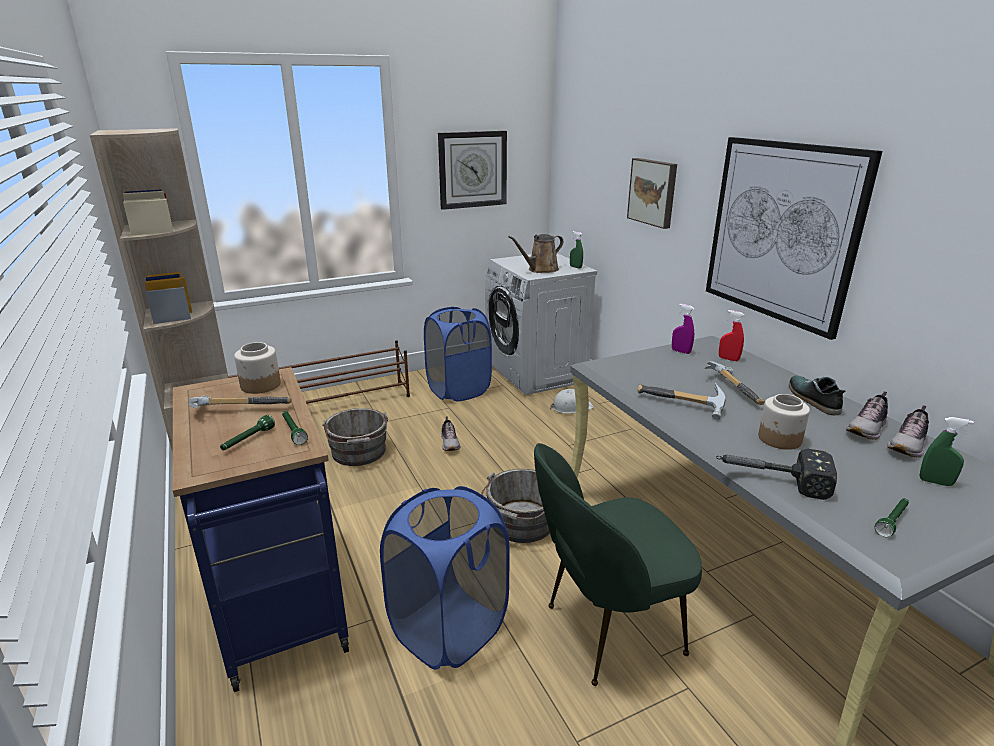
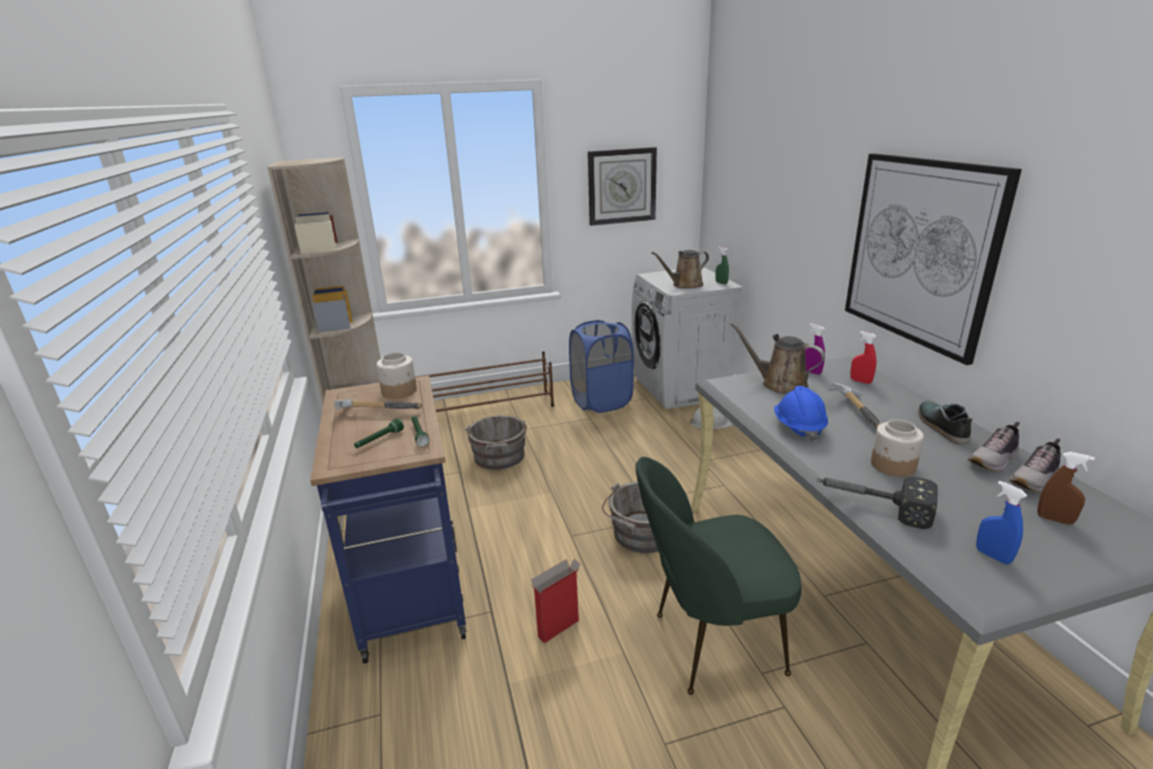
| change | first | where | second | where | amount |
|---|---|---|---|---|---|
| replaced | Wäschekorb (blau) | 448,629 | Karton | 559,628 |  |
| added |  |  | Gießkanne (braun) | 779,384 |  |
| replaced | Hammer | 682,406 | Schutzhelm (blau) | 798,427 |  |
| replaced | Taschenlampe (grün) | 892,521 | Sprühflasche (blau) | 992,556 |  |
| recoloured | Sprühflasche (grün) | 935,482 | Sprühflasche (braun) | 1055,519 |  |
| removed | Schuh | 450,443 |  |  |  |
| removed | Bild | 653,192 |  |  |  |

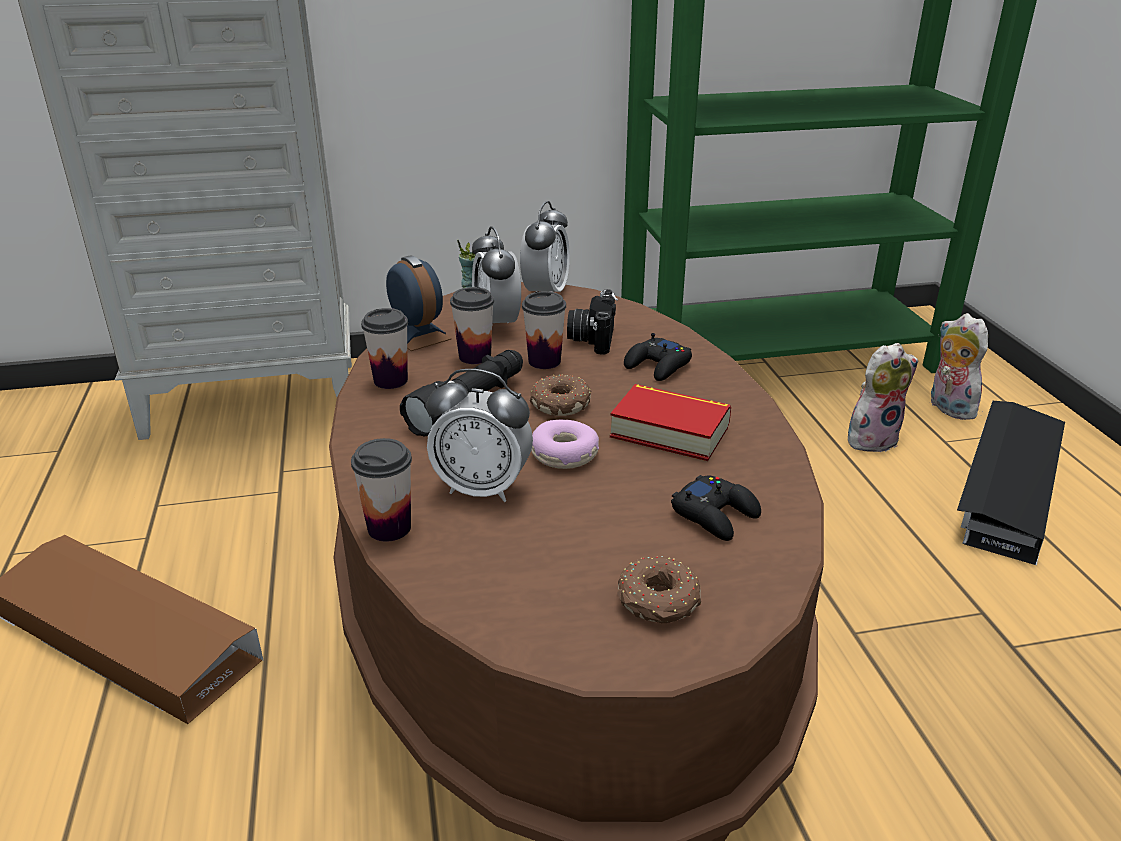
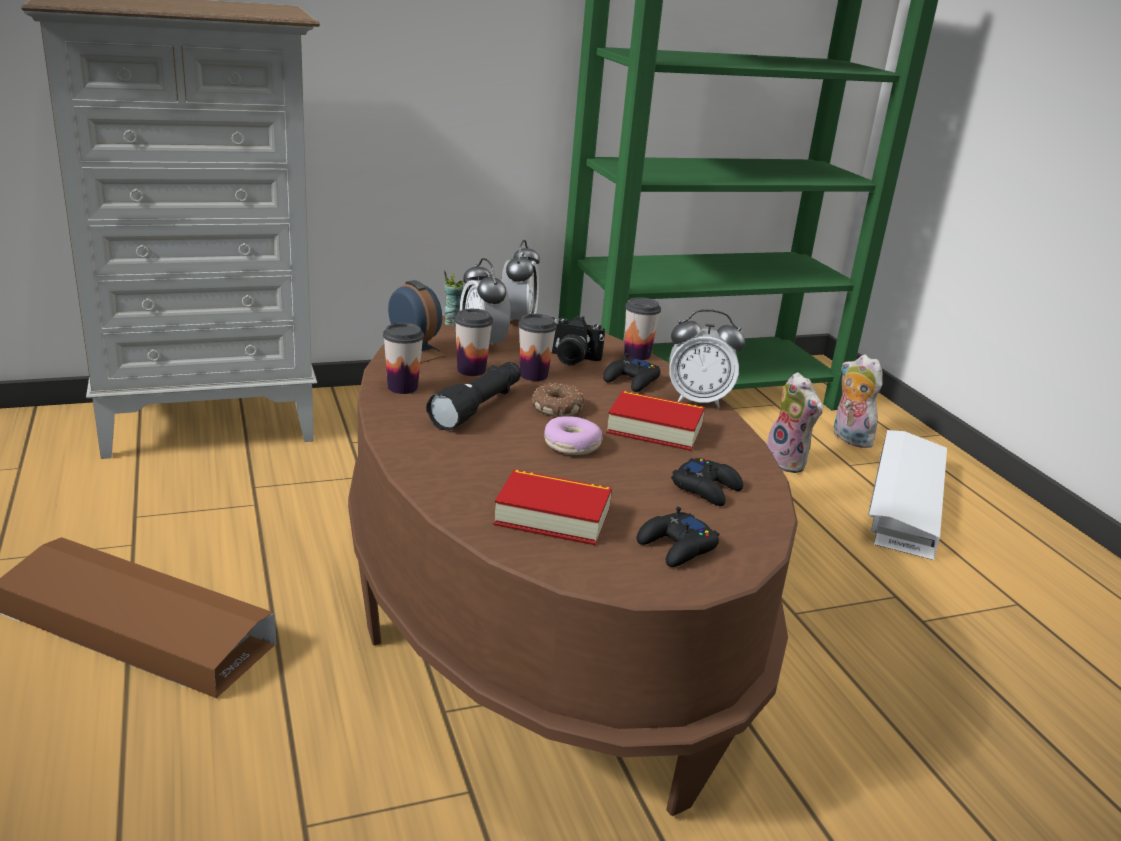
| change | first | where | second | where | amount |
|---|---|---|---|---|---|
| added |  |  | Buch | 552,517 |  |
| turned | Kamera | 592,338 |  | 569,358 | 75 degrees counterclockwise |
| moved | Tasse | 389,528 |  | 637,355 |  |
| replaced | Donut | 658,601 | Gamepad (schwarz) | 677,547 |  |
| moved | Wecker | 482,488 |  | 698,400 |  |
| turned | Plüschtier | 872,439 |  | 788,462 | 90 degrees clockwise |
| recoloured | Aufbewahrungsbox (schwarz) | 1006,489 | Aufbewahrungsbox (weiß) | 903,502 |  |

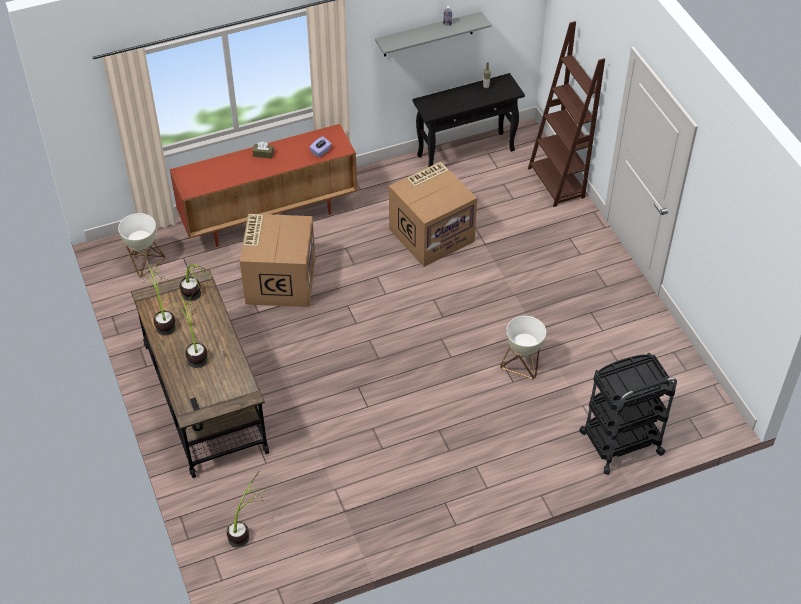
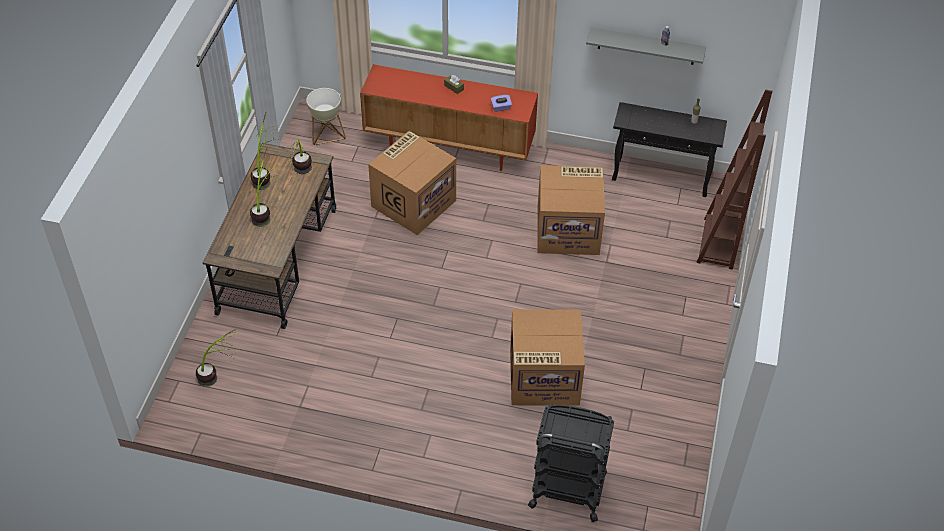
| change | first | where | second | where | amount |
|---|---|---|---|---|---|
| replaced | Pflanzkübel | 521,366 | Karton | 543,378 |  |

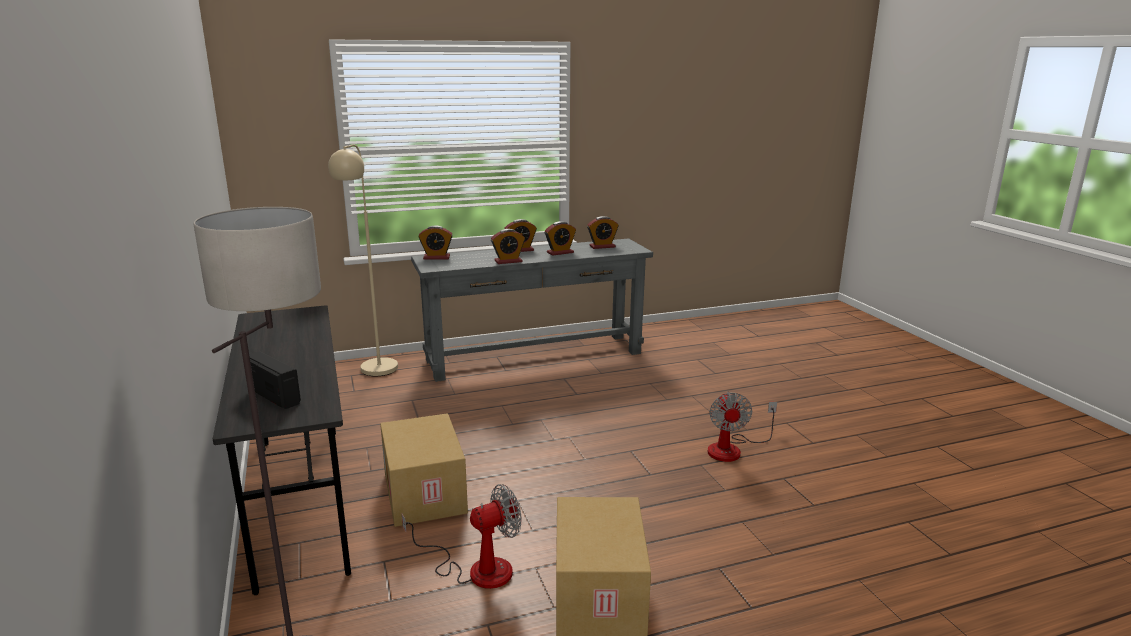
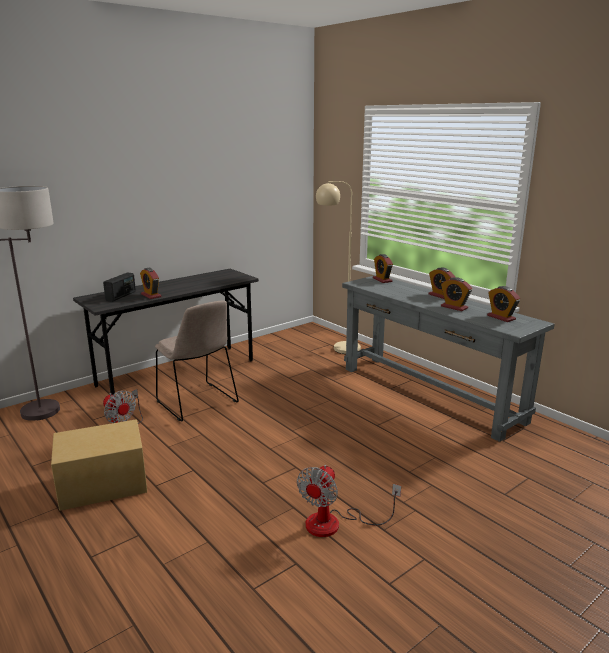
| change | first | where | second | where | amount |
|---|---|---|---|---|---|
| moved | Wecker | 508,261 |  | 151,295 |  |
| replaced | Karton | 426,493 | Stuhl (beige) | 198,403 |  |
| turned | Ventilator | 732,449 |  | 335,523 | 45 degrees counterclockwise |

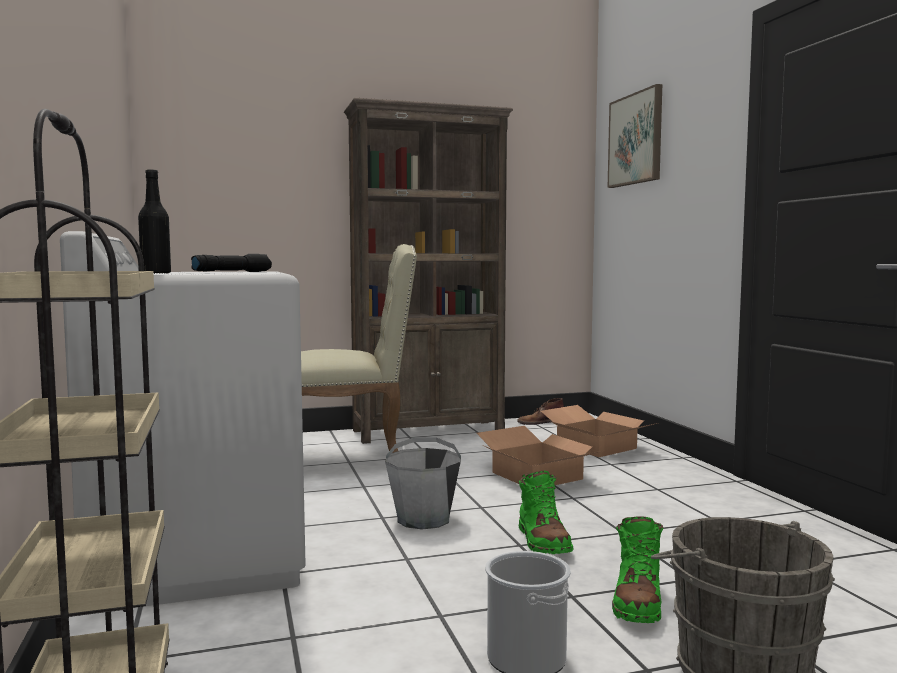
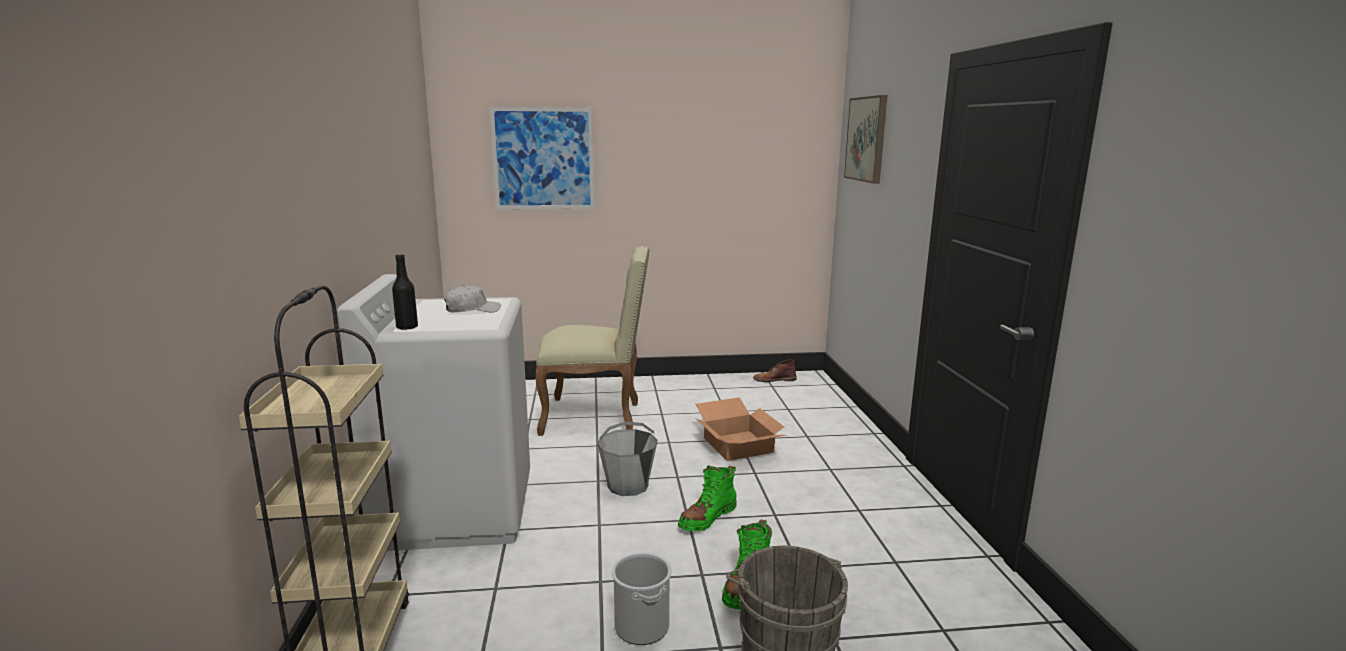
| change | first | where | second | where | amount |
|---|---|---|---|---|---|
| replaced | Taschenlampe (schwarz) | 232,272 | Kappe (weiß) | 472,310 |  |
| added |  |  | Bild | 543,159 |  |
| turned | Stiefel (grün) | 543,541 |  | 707,518 | 45 degrees clockwise |
| removed | Bücherregal (braun) | 429,431 |  |  |  |
| removed | Karton | 595,446 |  |  |  |

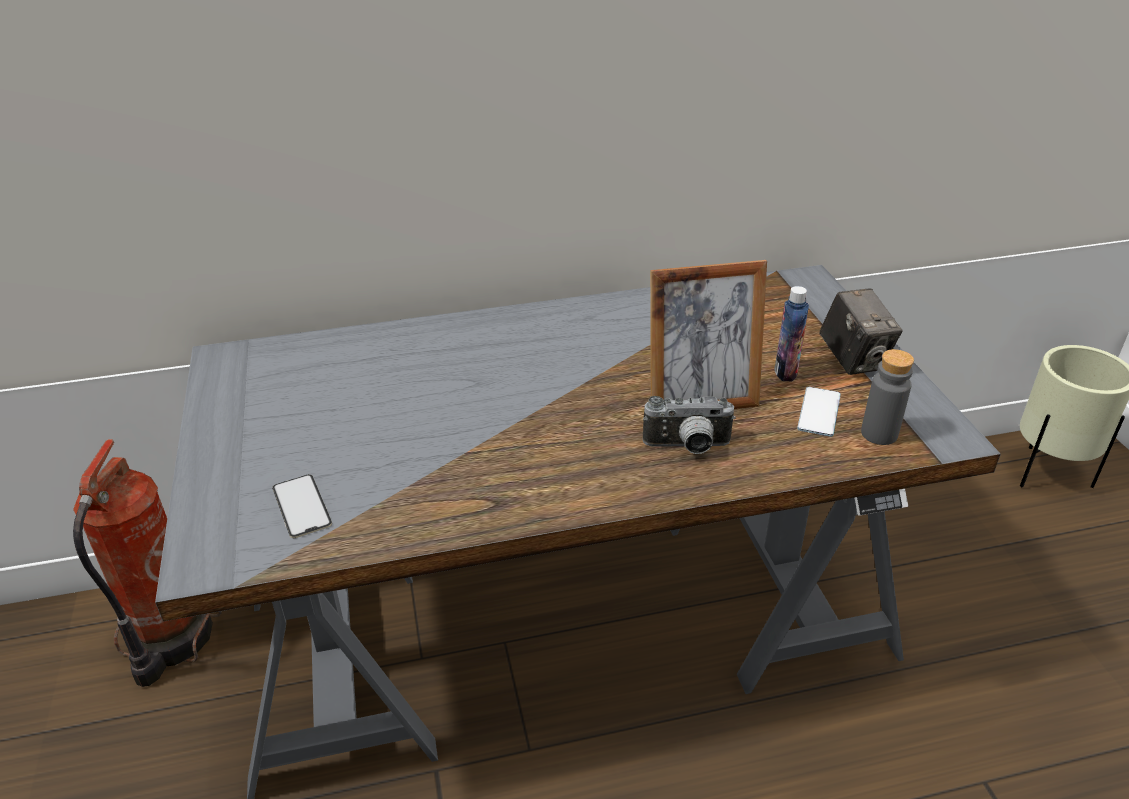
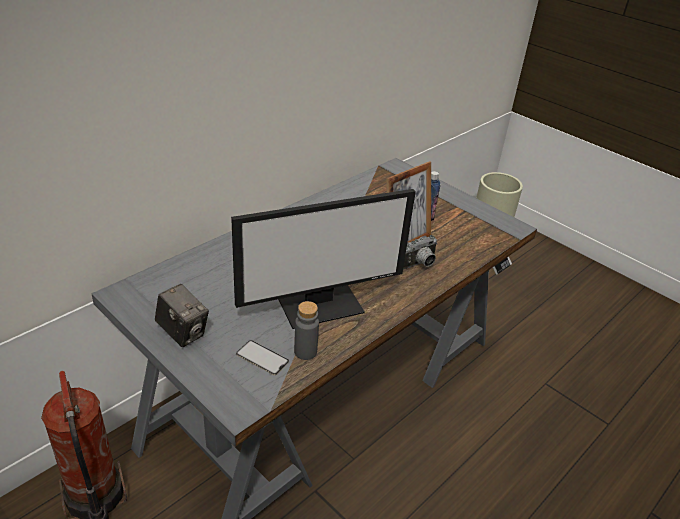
| change | first | where | second | where | amount |
|---|---|---|---|---|---|
| moved | Kamera | 853,360 |  | 183,332 |  |
| added |  |  | Monitor | 321,304 |  |
| moved | Flasche (grau) | 879,434 |  | 305,351 |  |
| removed | Handy | 819,412 |  |  |  |

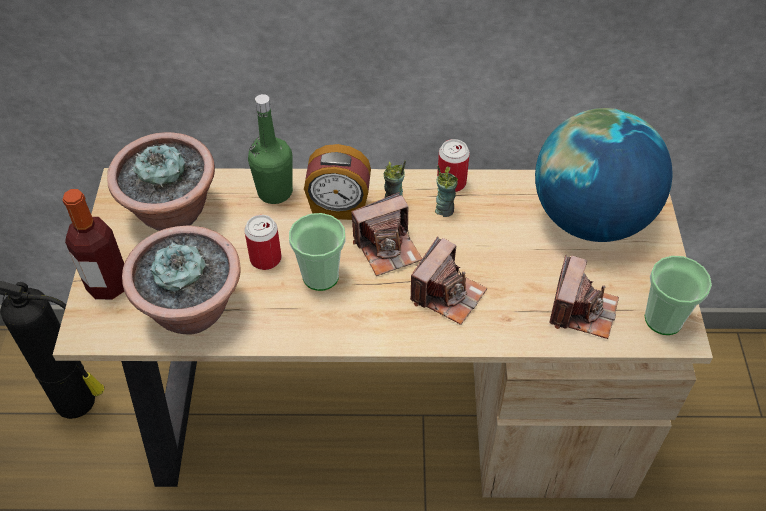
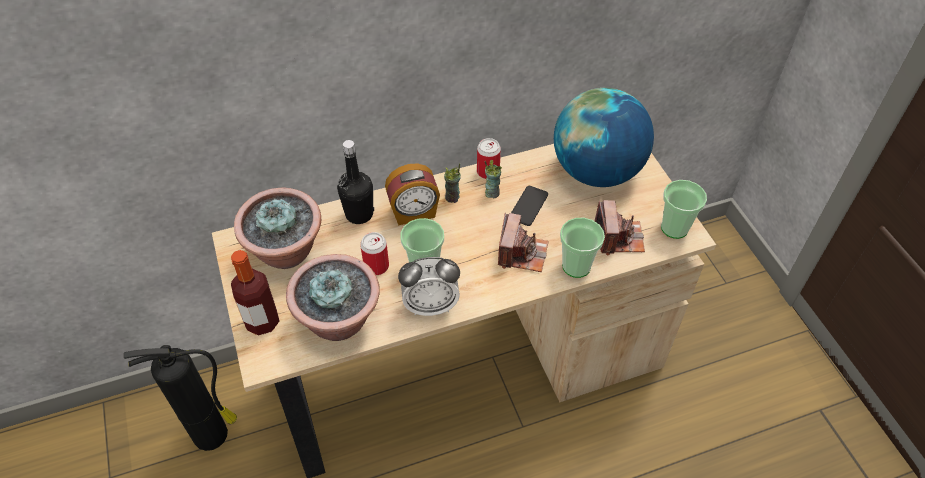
| change | first | where | second | where | amount |
|---|---|---|---|---|---|
| recoloured | Flasche (grün) | 275,192 | Flasche (schwarz) | 359,214 |  |
| added |  |  | Wecker | 430,305 |  |
| added |  |  | Handy | 528,206 |  |
| added |  |  | Tasse | 576,266 |  |
| removed | Kamera | 387,248 |  |  |  |

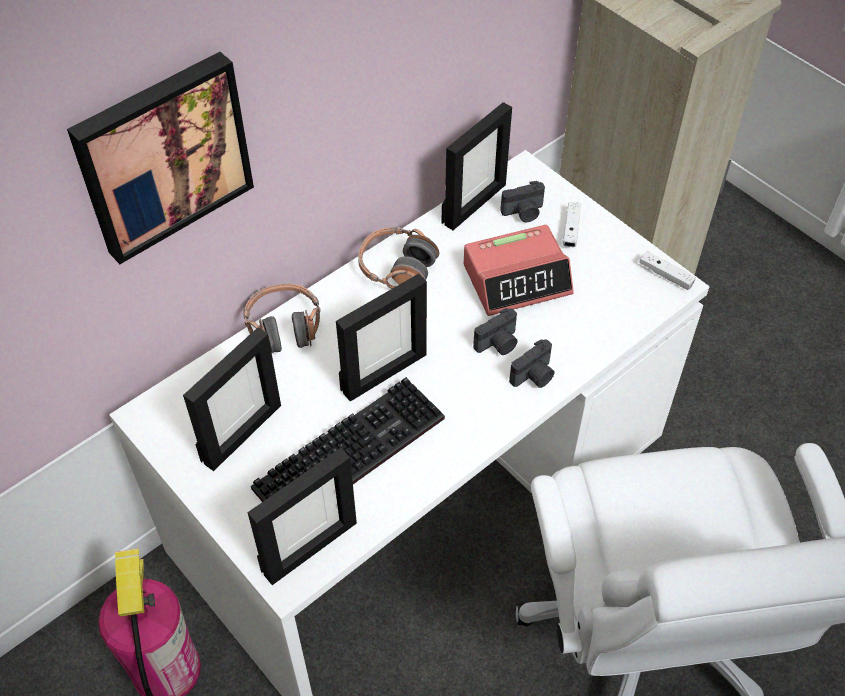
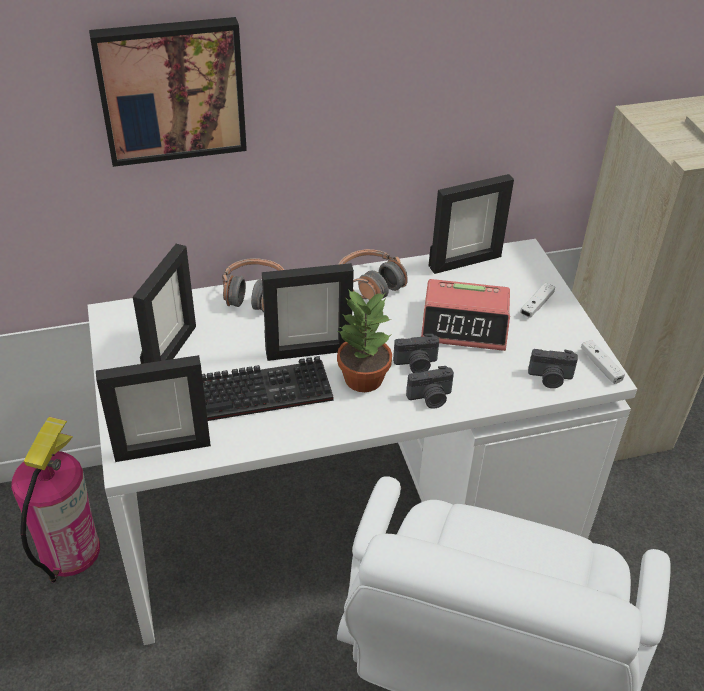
| change | first | where | second | where | amount |
|---|---|---|---|---|---|
| turned | Bilderrahmen | 241,433 |  | 170,351 | 45 degrees counterclockwise |
| added |  |  | Topfpflanze | 362,378 |  |
| moved | Kamera | 523,213 |  | 550,378 |  |

